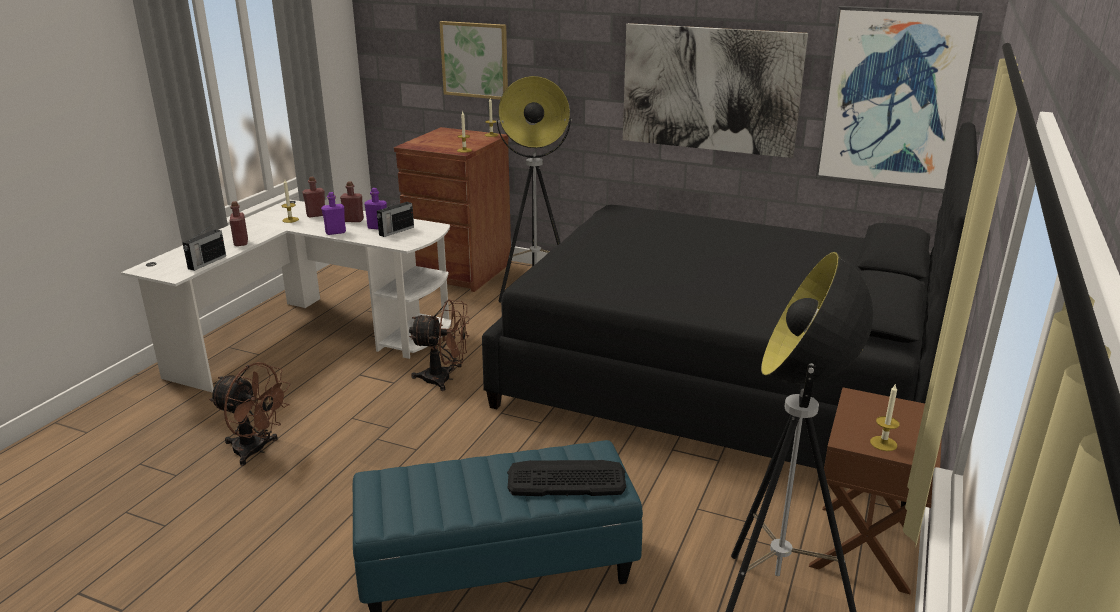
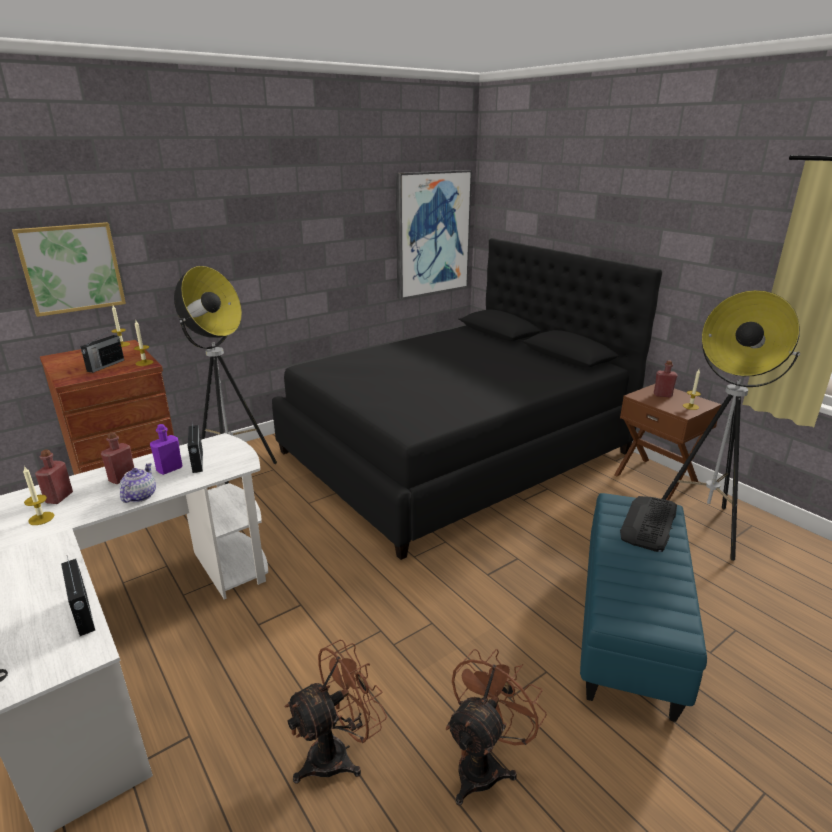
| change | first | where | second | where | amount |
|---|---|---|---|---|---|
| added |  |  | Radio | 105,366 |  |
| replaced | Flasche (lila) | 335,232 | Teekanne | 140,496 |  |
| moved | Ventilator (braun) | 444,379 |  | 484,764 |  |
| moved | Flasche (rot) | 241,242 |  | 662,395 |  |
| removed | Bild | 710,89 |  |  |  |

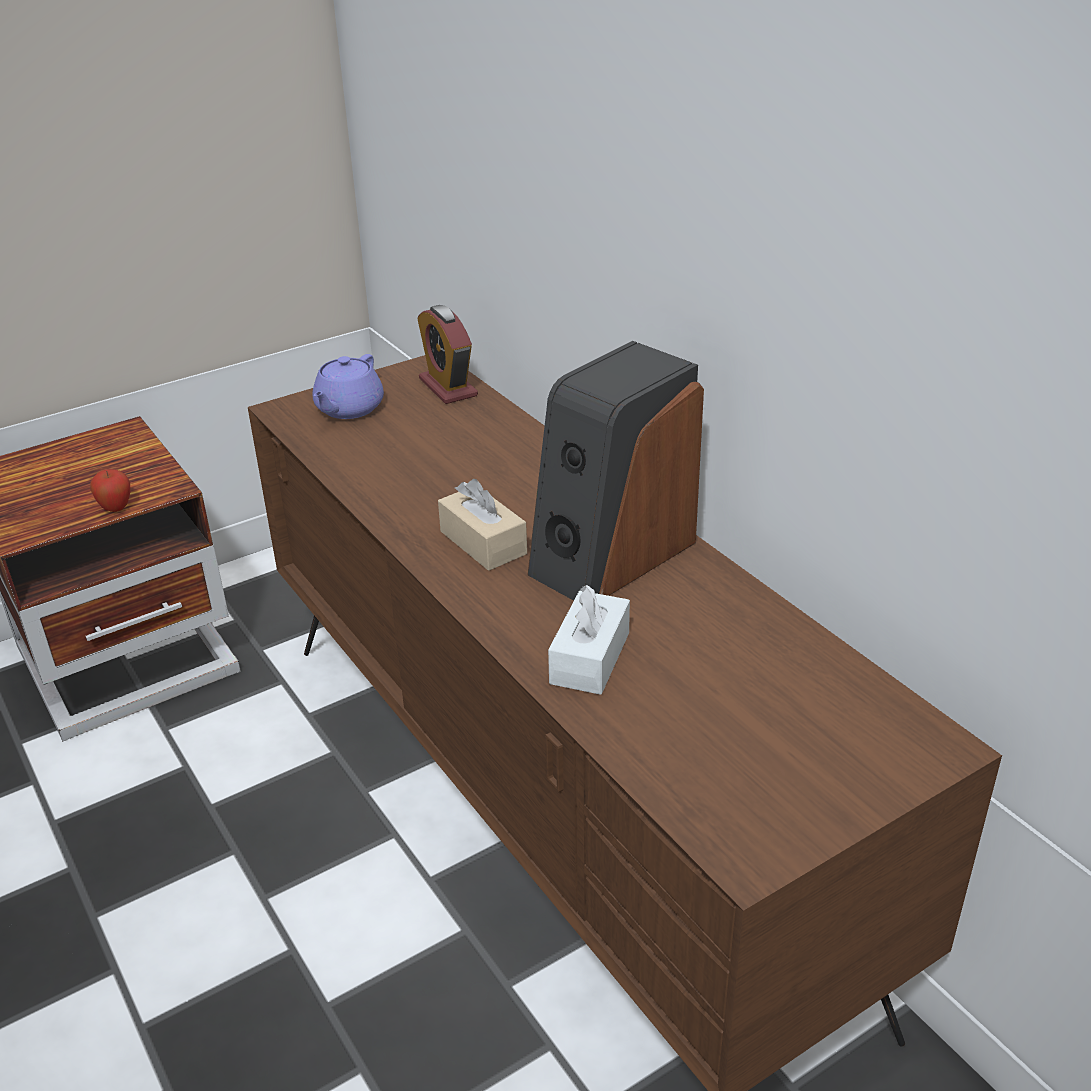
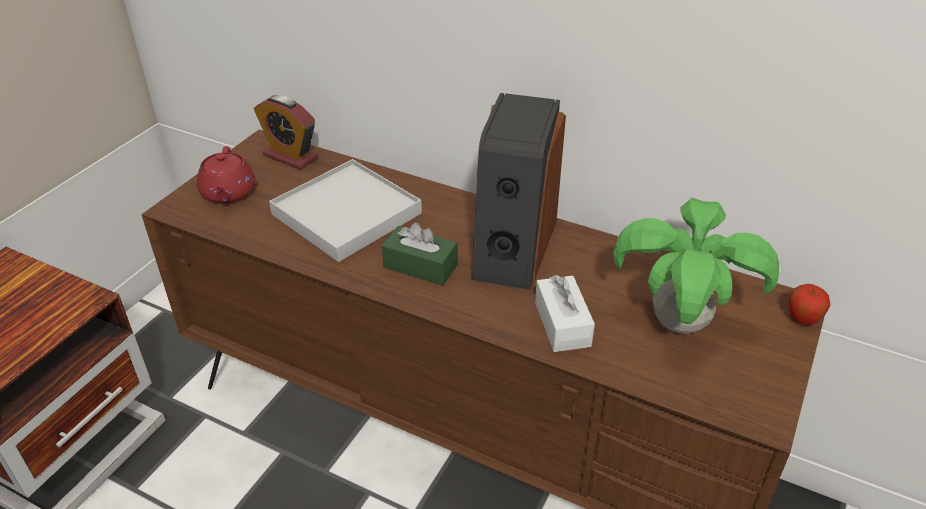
| change | first | where | second | where | amount |
|---|---|---|---|---|---|
| recoloured | Teekanne (lila) | 348,409 | Teekanne (rot) | 228,193 |  |
| added |  |  | Tablett (weiß) | 346,214 |  |
| recoloured | Taschentuchbox (beige) | 483,542 | Taschentuchbox (grün) | 420,266 |  |
| added |  |  | Topfpflanze | 678,323 |  |
| moved | Apfel | 116,508 |  | 802,320 |  |

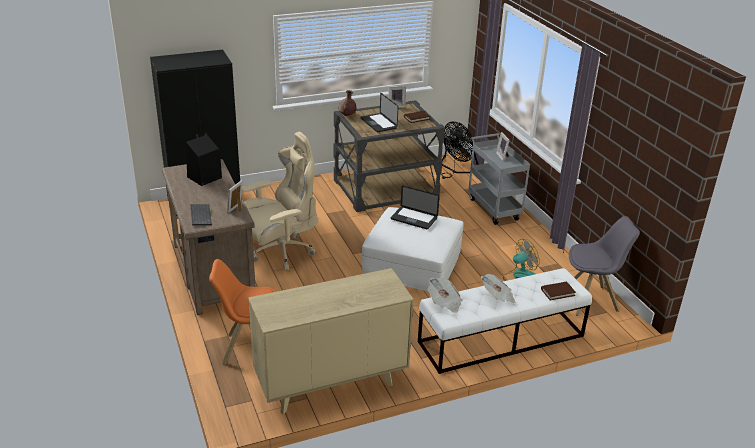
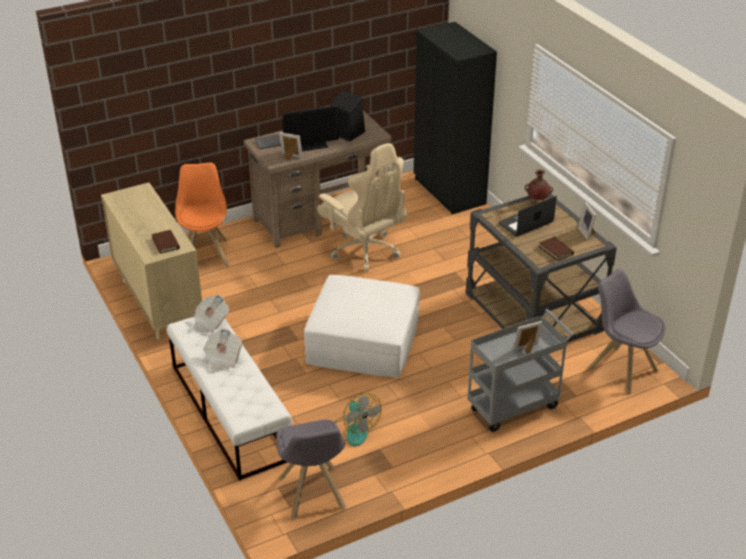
| change | first | where | second | where | amount |
|---|---|---|---|---|---|
| moved | Buch (braun) | 557,292 |  | 165,243 |  |
| added |  |  | Monitor | 311,146 |  |
| replaced | Ventilator (schwarz) | 454,168 | Stuhl (grau) | 621,370 |  |
| removed | Laptop | 414,219 |  |  |  |

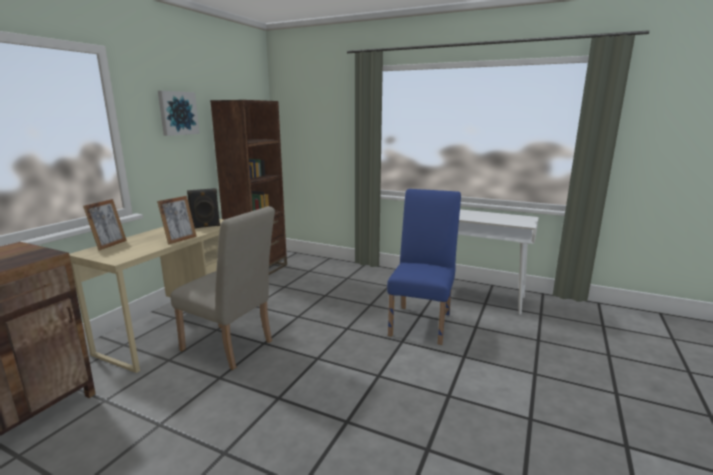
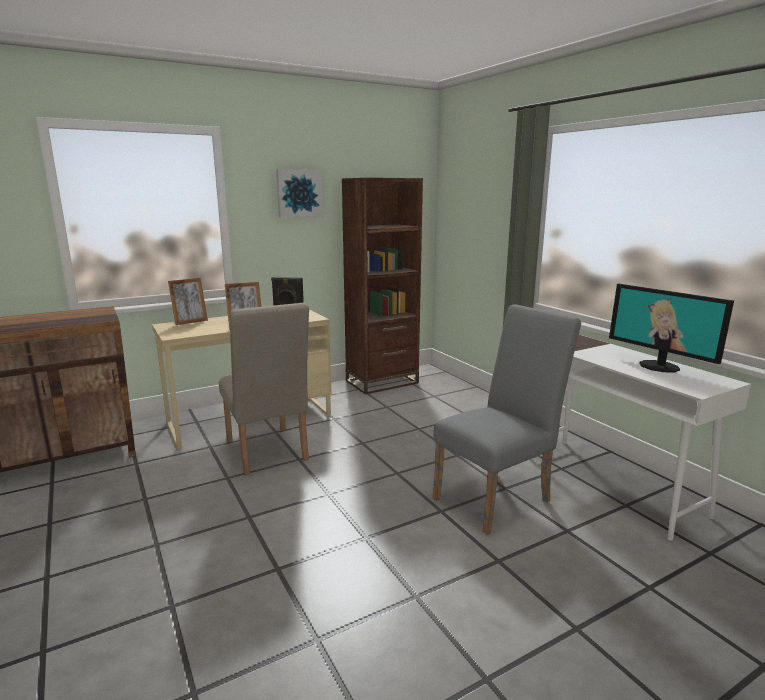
| change | first | where | second | where | amount |
|---|---|---|---|---|---|
| recoloured | Stuhl (blau) | 422,321 | Stuhl (grau) | 498,496 |  |
| added |  |  | Monitor | 659,366 |  |

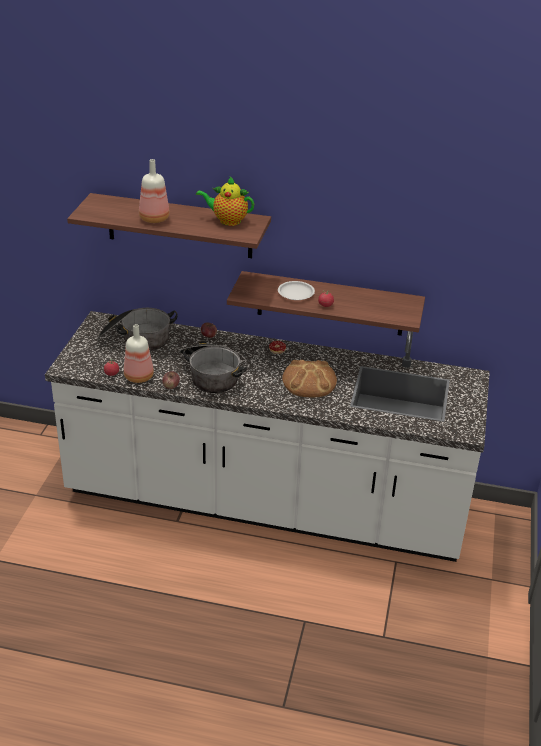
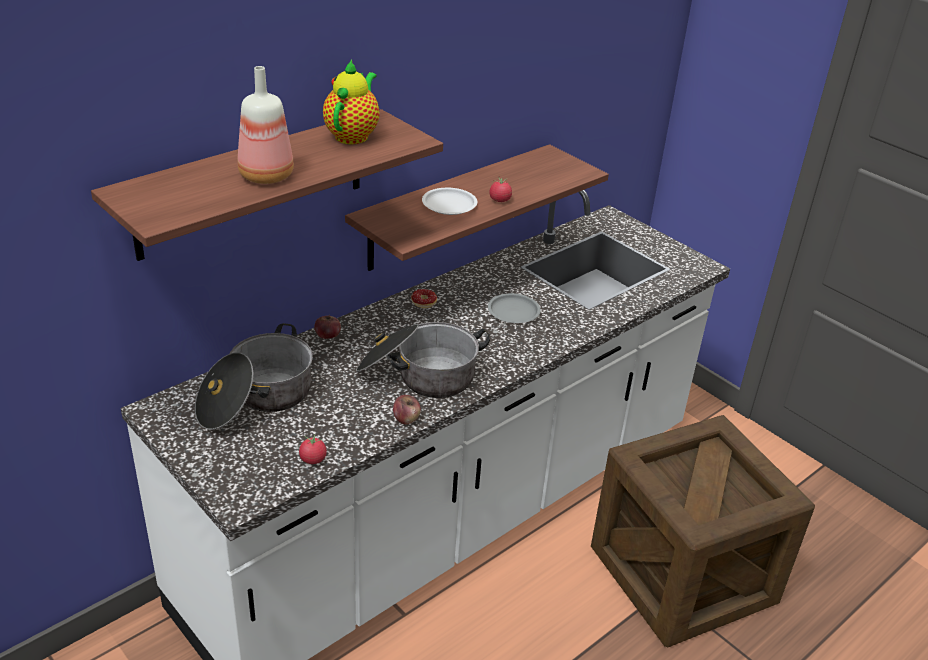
| change | first | where | second | where | amount |
|---|---|---|---|---|---|
| turned | Teekanne | 227,221 |  | 353,135 | 150 degrees clockwise |
| replaced | Brot | 309,381 | Teller (grau) | 513,312 |  |
| added |  |  | Kiste | 682,574 |  |
| removed | Flasche | 140,377 |  |  |  |

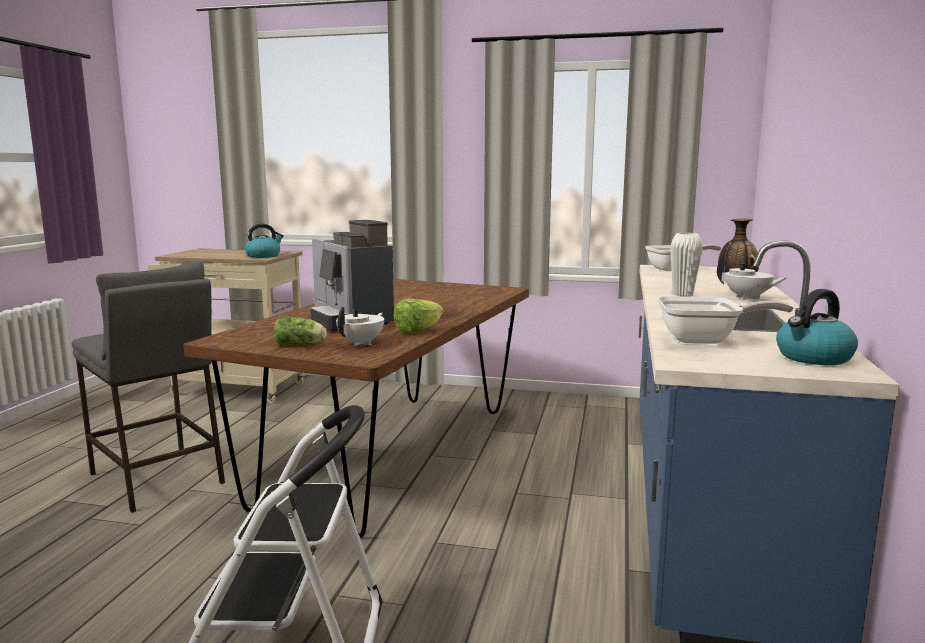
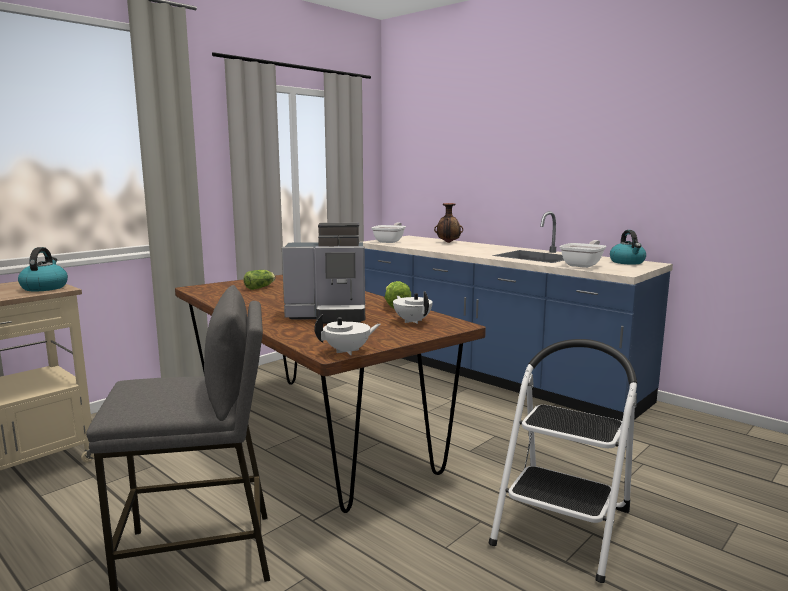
| change | first | where | second | where | amount |
|---|---|---|---|---|---|
| moved | Salatkopf | 301,345 |  | 261,287 |  |
| moved | Teekanne (weiß) | 747,298 |  | 348,351 |  |
| removed | Vase (weiß) | 683,294 |  |  |  |

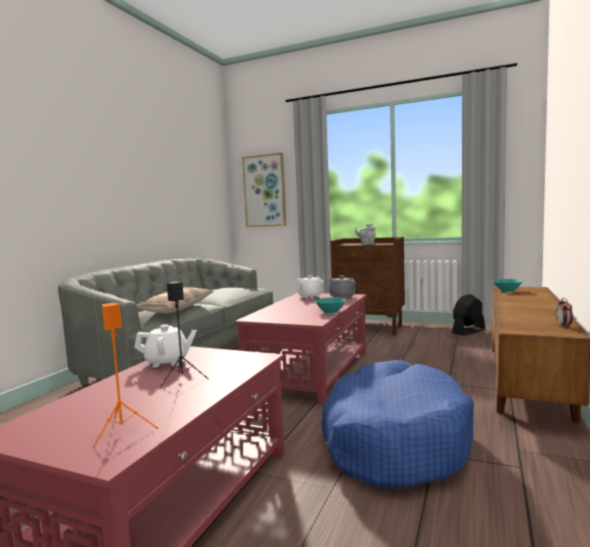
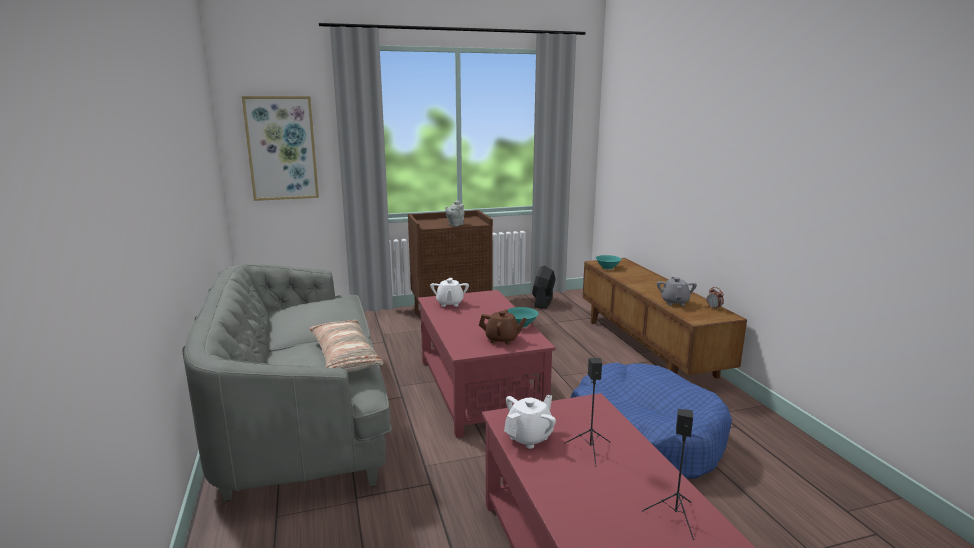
| change | first | where | second | where | amount |
|---|---|---|---|---|---|
| added |  |  | Teekanne (braun) | 502,339 |  |
| recoloured | Lautsprecher (orange) | 123,430 | Lautsprecher (schwarz) | 675,516 |  |
| moved | Teekanne (grau) | 342,298 |  | 674,302 |  |

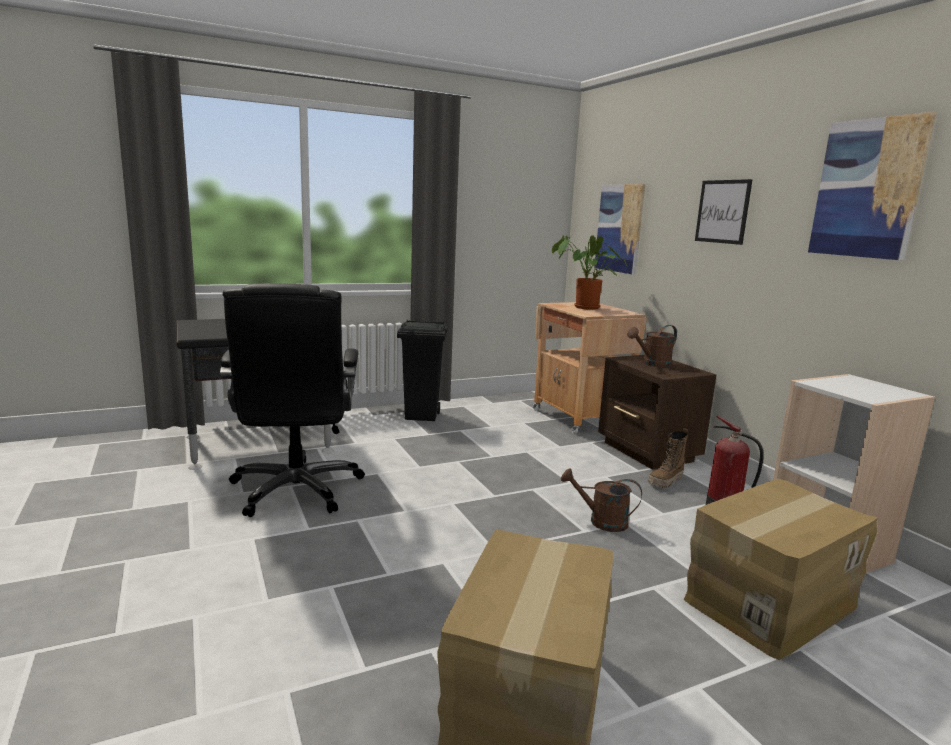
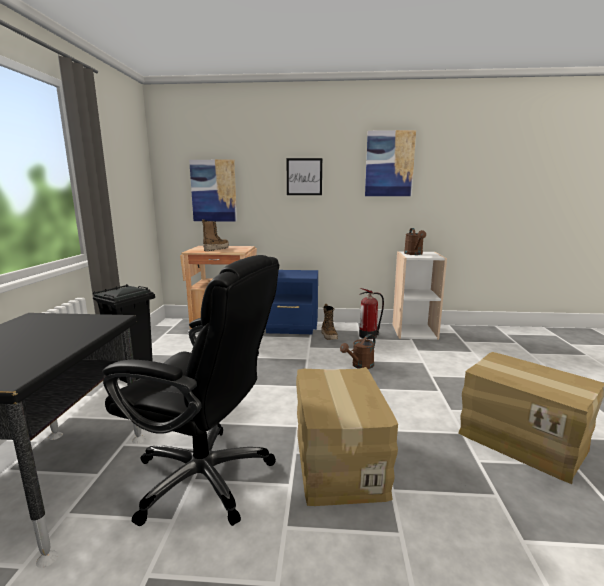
| change | first | where | second | where | amount |
|---|---|---|---|---|---|
| replaced | Topfpflanze | 583,307 | Stiefel | 216,249 |  |
| recoloured | Nachttisch (braun) | 647,452 | Nachttisch (blau) | 291,328 |  |
| moved | Karton | 768,602 |  | 337,460 |  |
| moved | Gießkanne (braun) | 652,364 |  | 414,254 |  |

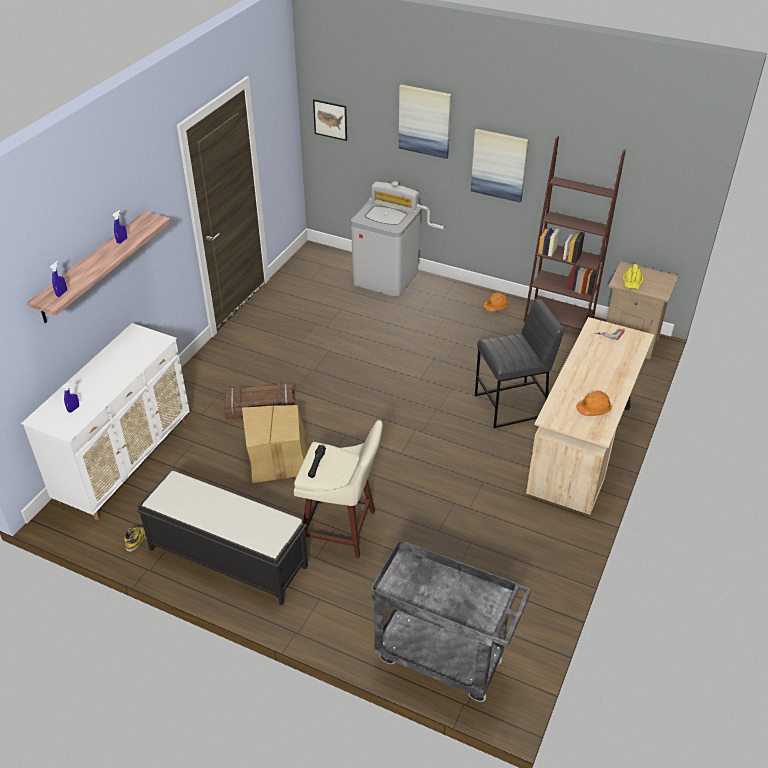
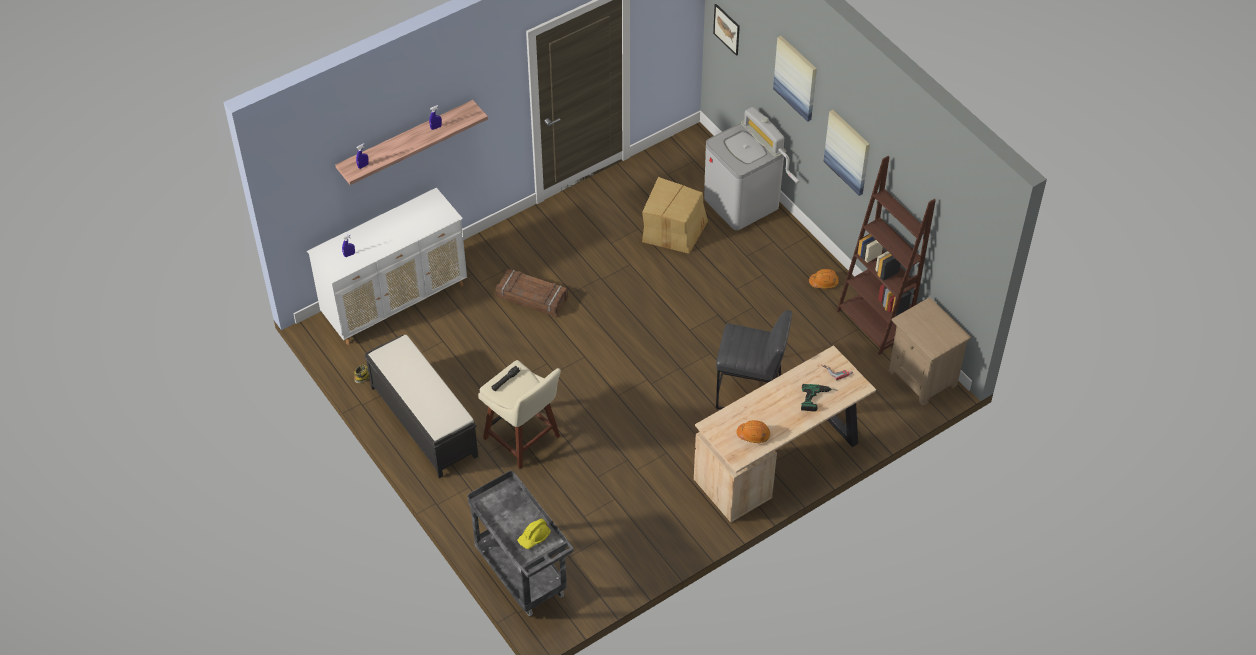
| change | first | where | second | where | amount |
|---|---|---|---|---|---|
| moved | Schutzhelm (gelb) | 632,283 |  | 534,537 |  |
| moved | Karton | 277,458 |  | 673,229 |  |
| added |  |  | Bohrmaschine | 818,399 |  |

